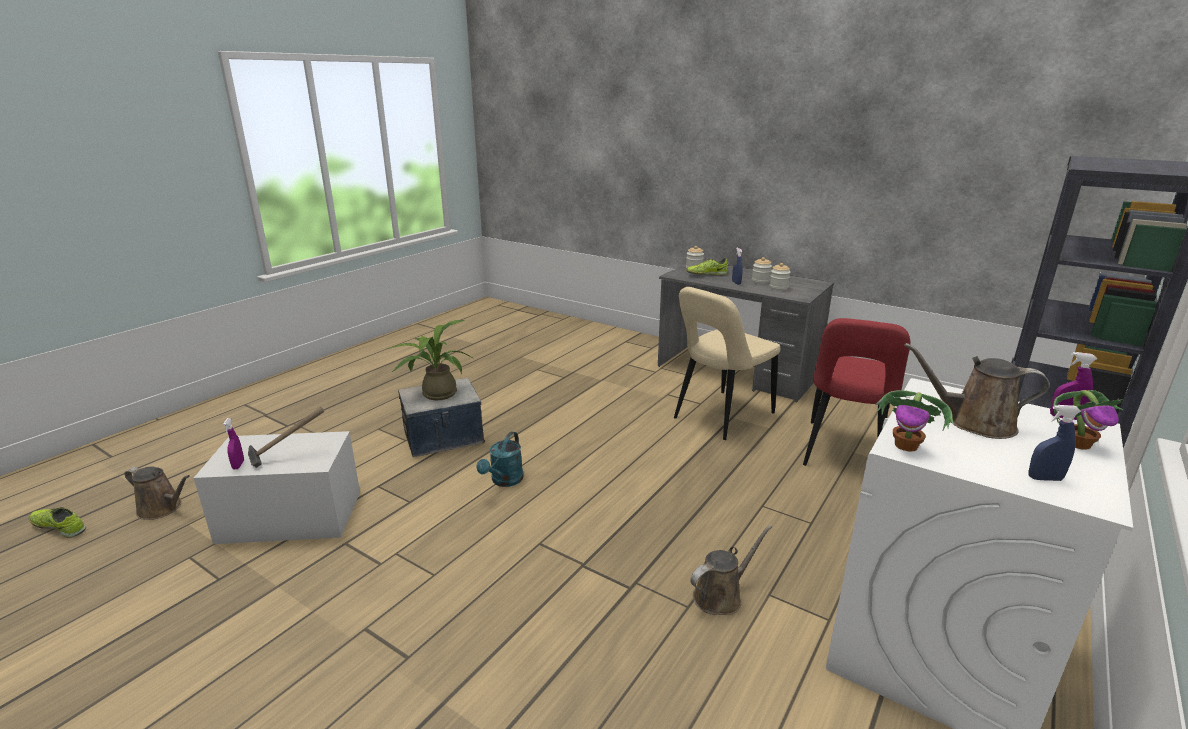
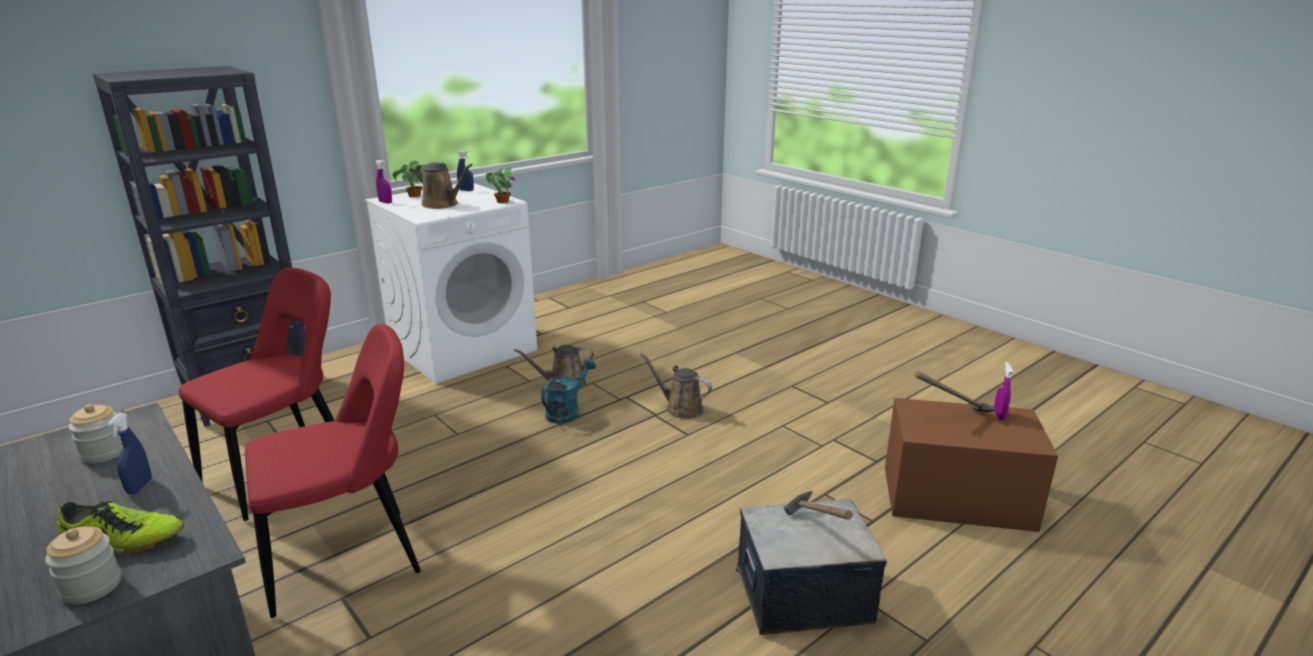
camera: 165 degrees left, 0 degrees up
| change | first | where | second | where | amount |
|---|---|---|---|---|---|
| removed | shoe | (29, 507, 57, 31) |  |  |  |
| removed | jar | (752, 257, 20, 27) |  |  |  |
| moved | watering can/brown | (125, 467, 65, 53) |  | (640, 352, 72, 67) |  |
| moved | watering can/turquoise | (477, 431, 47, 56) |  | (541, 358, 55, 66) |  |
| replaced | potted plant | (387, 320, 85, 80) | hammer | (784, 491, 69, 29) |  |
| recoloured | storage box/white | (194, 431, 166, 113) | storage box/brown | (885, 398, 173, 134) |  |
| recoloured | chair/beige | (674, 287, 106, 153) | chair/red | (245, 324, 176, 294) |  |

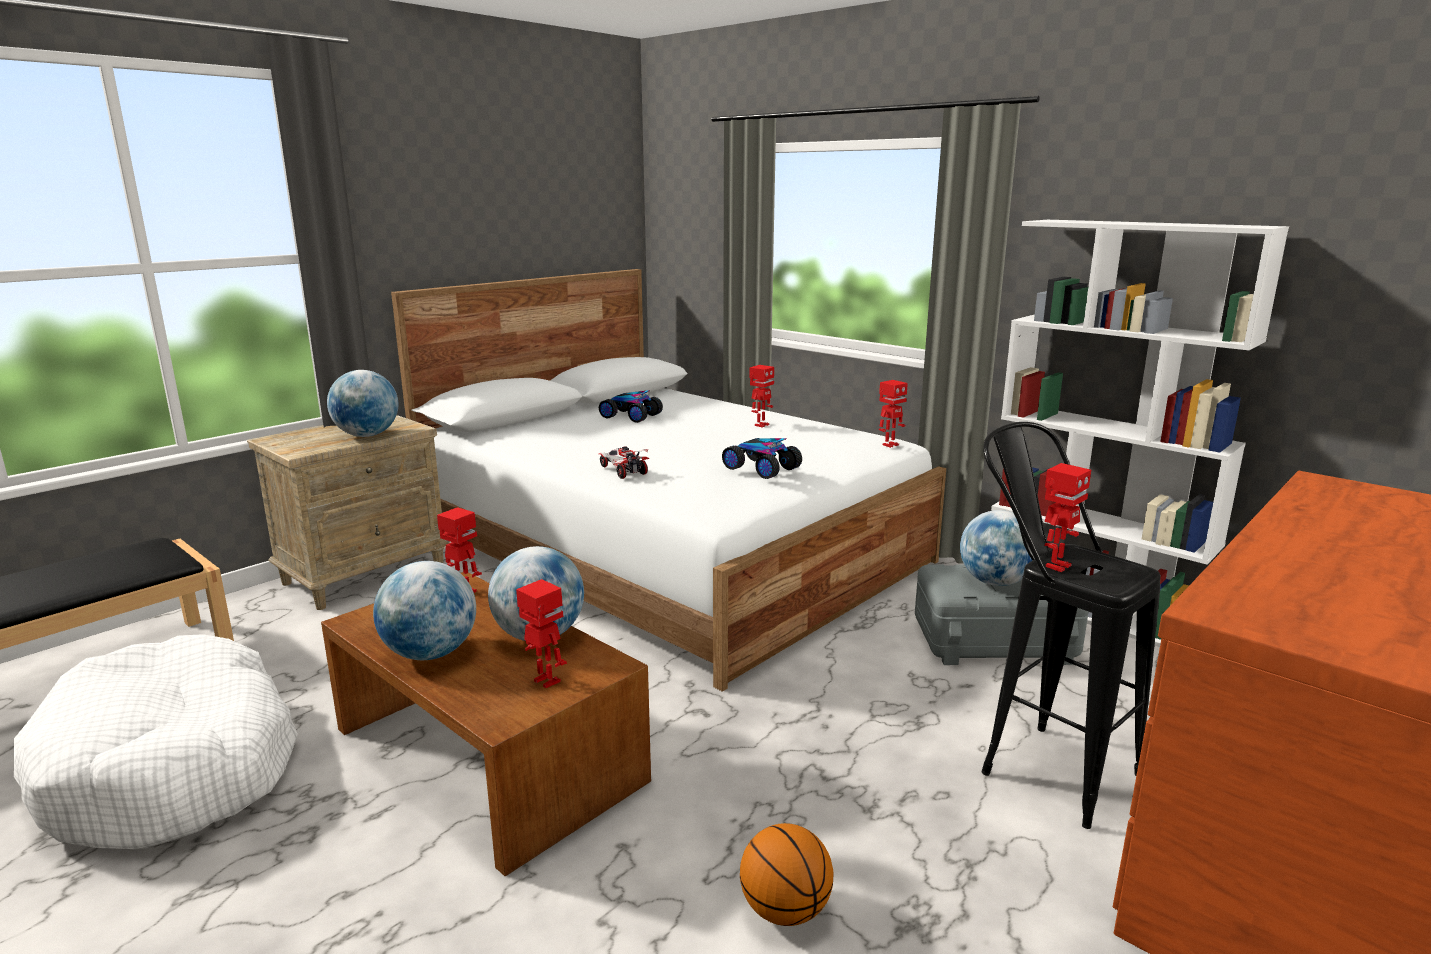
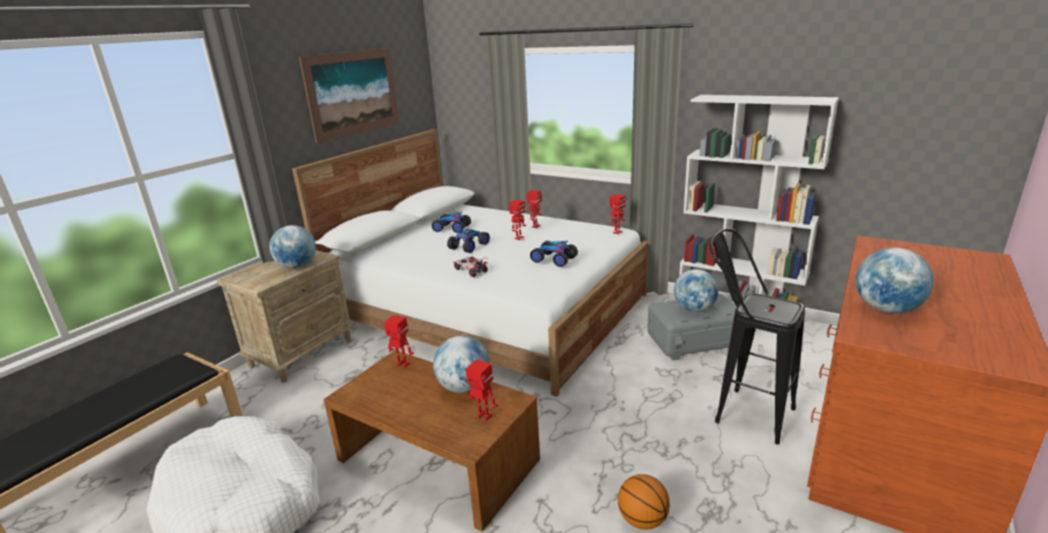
camera: 10 degrees left, 5 degrees up
| change | first | where | second | where | amount |
|---|---|---|---|---|---|
| added |  |  | picture | (299, 48, 101, 95) |  |
| added |  |  | toy car | (447, 229, 43, 24) |  |
| moved | globe | (373, 561, 103, 99) |  | (855, 248, 79, 66) |  |
| moved | toy robot | (1045, 463, 46, 109) |  | (509, 200, 17, 40) |  |

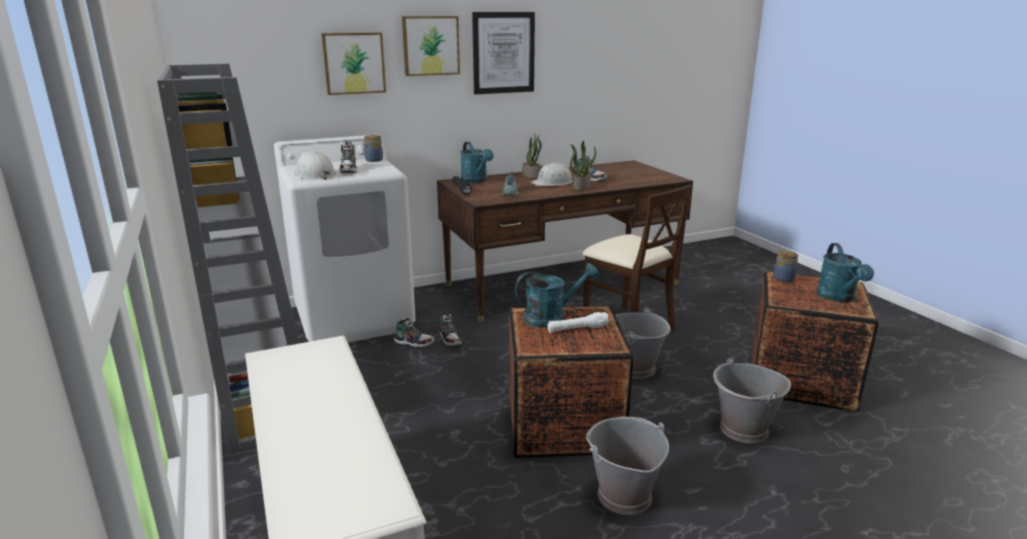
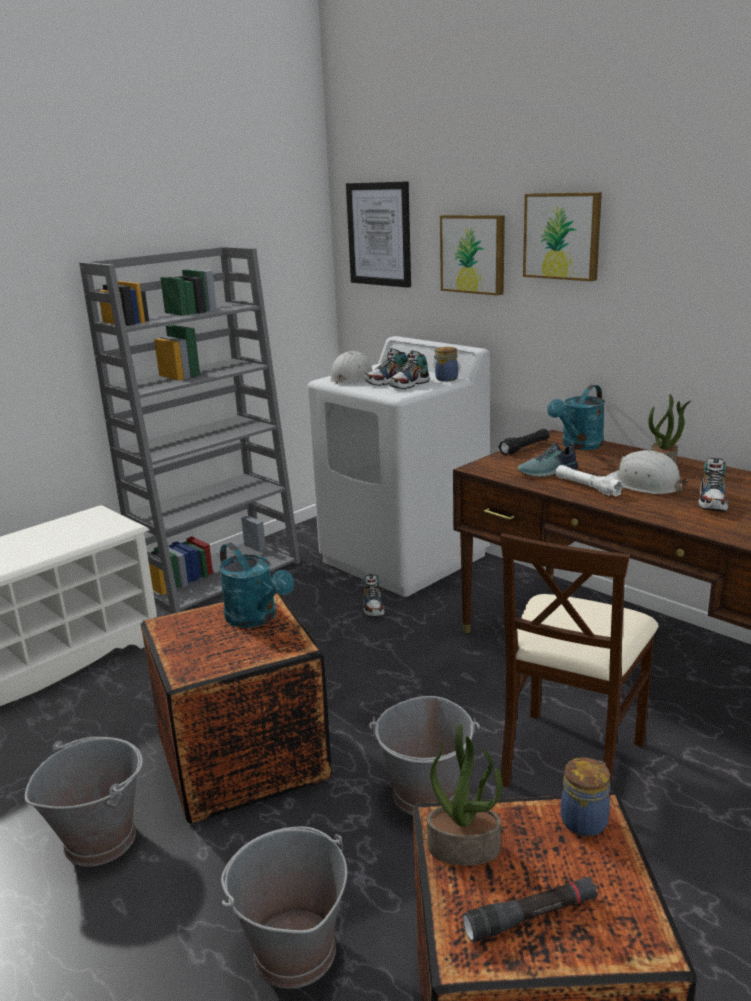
camera: 70 degrees right, 0 degrees up
| change | first | where | second | where | amount |
|---|---|---|---|---|---|
| moved | shoe | (439, 313, 23, 33) |  | (389, 350, 40, 39) |  |
| moved | picture | (472, 12, 63, 82) |  | (346, 181, 65, 107) |  |
| moved | flashlight/white | (548, 312, 62, 21) |  | (555, 465, 69, 31) |  |
| moved | potted plant | (570, 141, 26, 49) |  | (427, 723, 76, 143) |  |
| replaced | watering can/turquoise | (817, 243, 57, 60) | flashlight/black | (463, 877, 135, 65) |  |

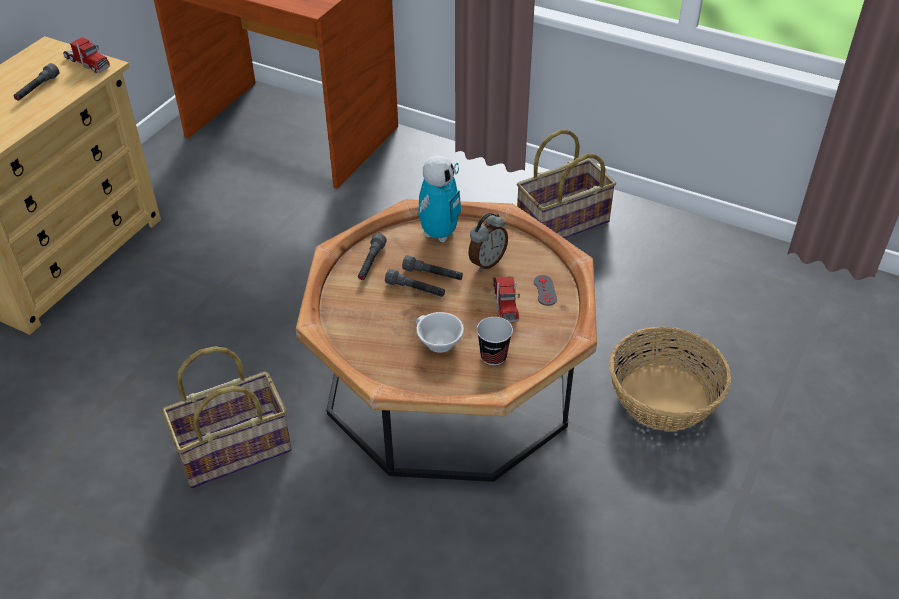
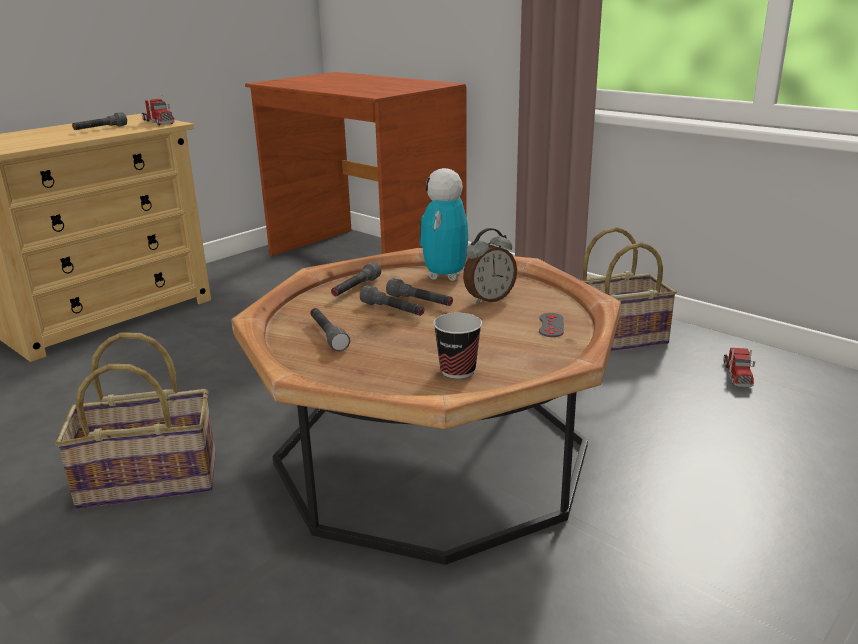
camera: 15 degrees right, 20 degrees down
| change | first | where | second | where | amount |
|---|---|---|---|---|---|
| removed | cup/white | (416, 312, 48, 41) |  |  |  |
| removed | basket | (609, 326, 122, 105) |  |  |  |
| added |  |  | flashlight/grey | (310, 308, 40, 43) |  |
| moved | toy truck | (493, 276, 27, 46) |  | (723, 348, 32, 39) |  |
| turned | toy robot | (417, 155, 44, 87) |  | (420, 168, 48, 113) | 150 degrees clockwise |

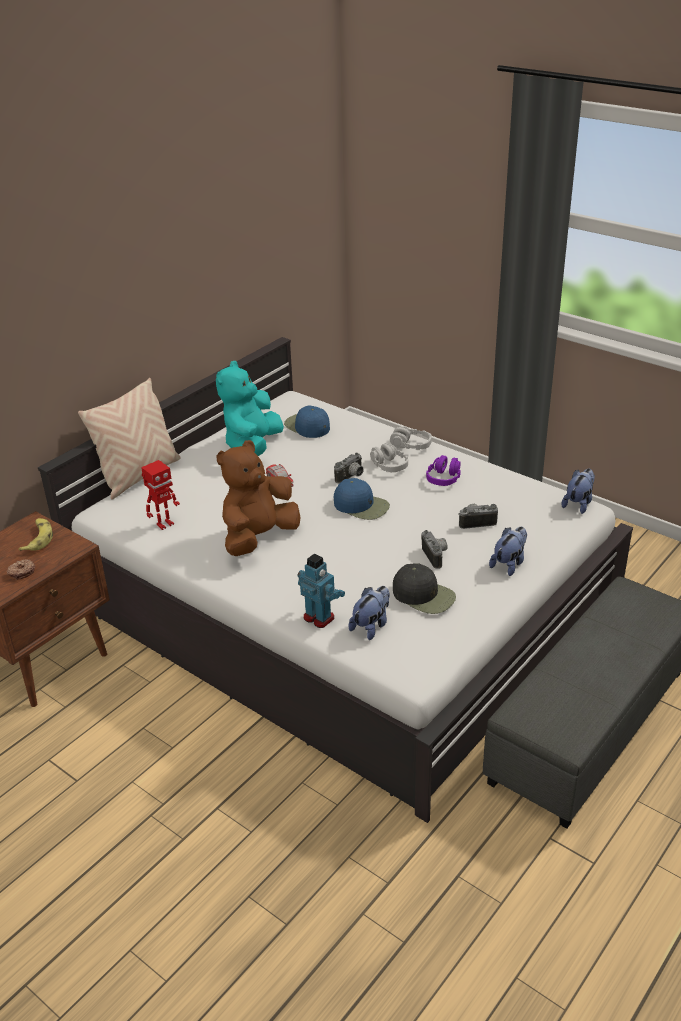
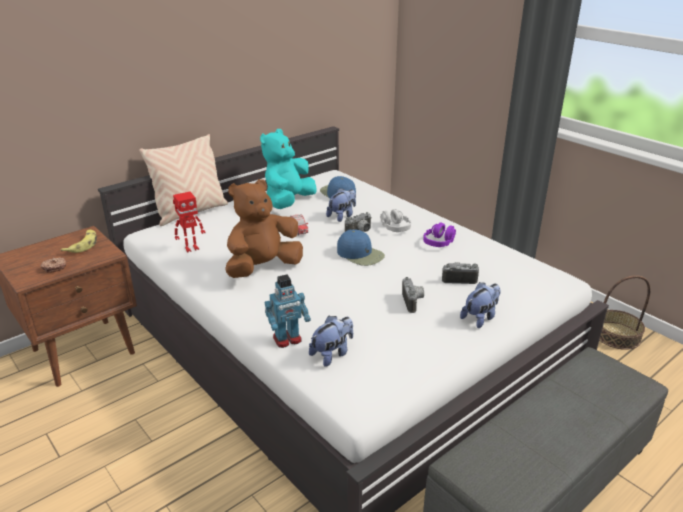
camera: 10 degrees right, 5 degrees down
| change | first | where | second | where | amount |
|---|---|---|---|---|---|
| removed | headphones/grey | (390, 426, 42, 24) |  |  |  |
| removed | cap/black | (393, 563, 63, 51) |  |  |  |
| added |  |  | basket | (599, 275, 52, 75) |  |
| moved | plush toy | (561, 469, 34, 45) |  | (326, 188, 30, 34) |  |
| turned | toy robot | (298, 553, 47, 75) |  | (265, 275, 46, 73) | 105 degrees clockwise |

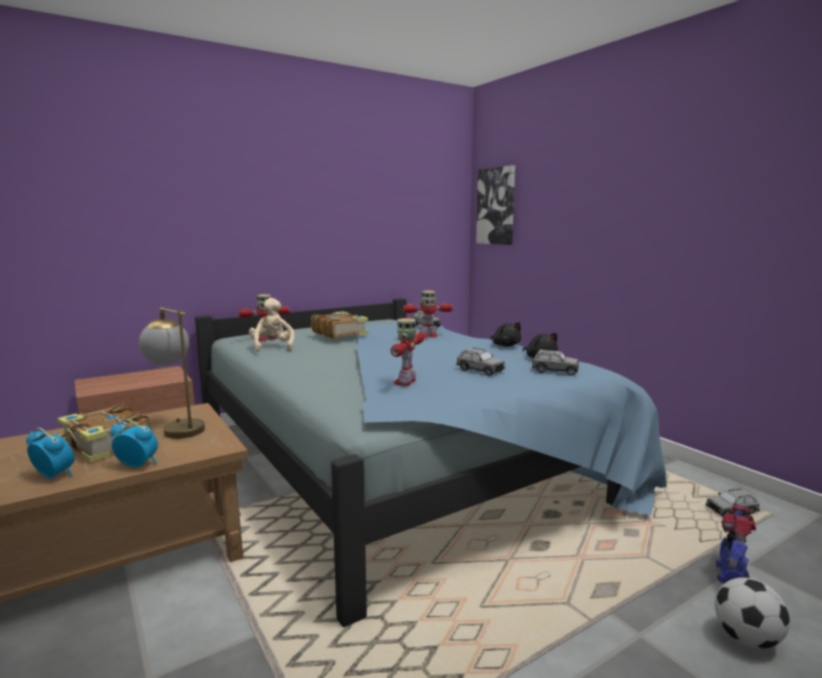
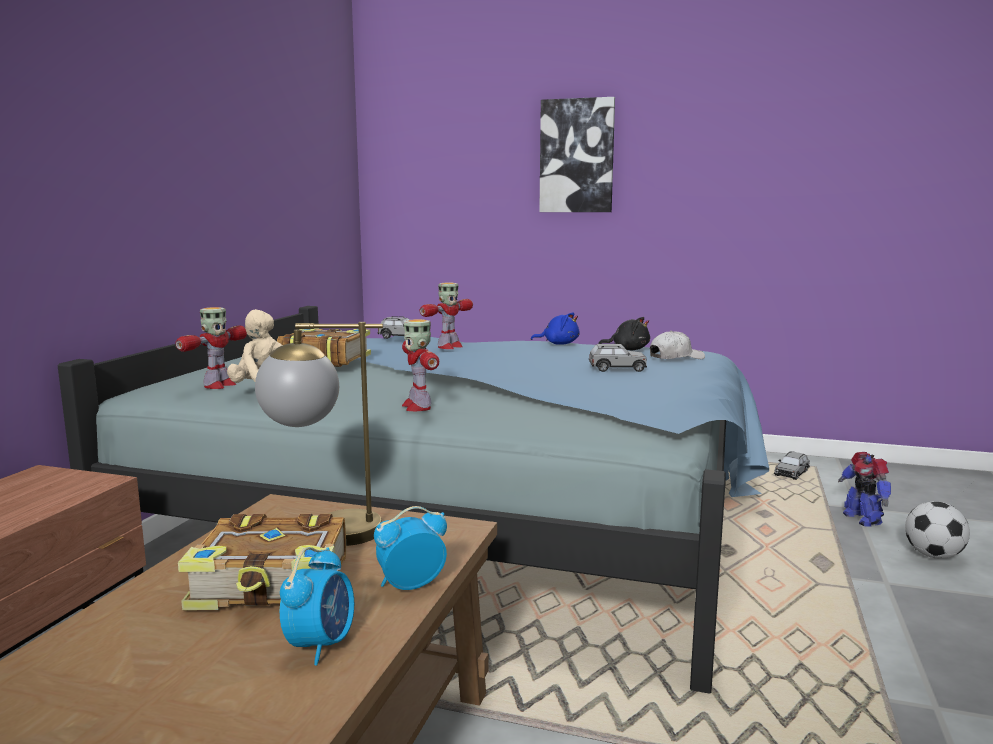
camera: 40 degrees left, 0 degrees up
| change | first | where | second | where | amount |
|---|---|---|---|---|---|
| moved | toy robot | (391, 318, 33, 68) |  | (402, 319, 37, 92) |  |
| moved | picture | (476, 165, 39, 80) |  | (539, 97, 76, 115) |  |
| replaced | toy car/grey | (532, 349, 47, 26) | cap/white | (650, 331, 55, 28) |  |
| recoloured | plush toy/black | (490, 322, 31, 25) | plush toy/blue | (531, 312, 49, 33) |  |
| turned | alarm clock | (26, 428, 48, 51) |  | (280, 547, 74, 118) | 120 degrees clockwise |

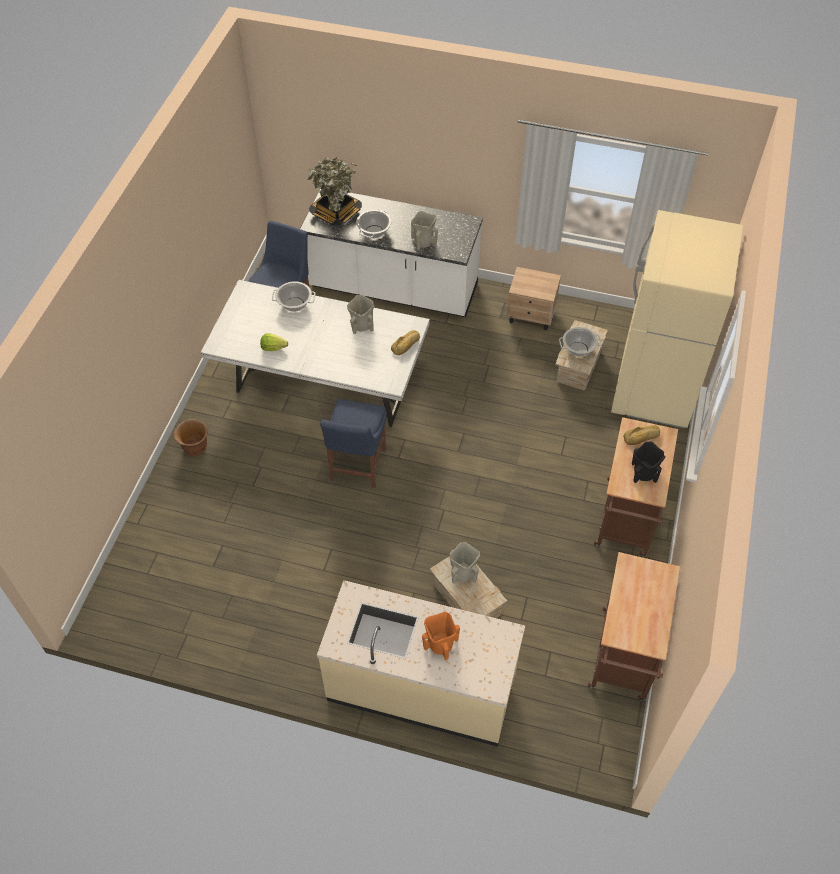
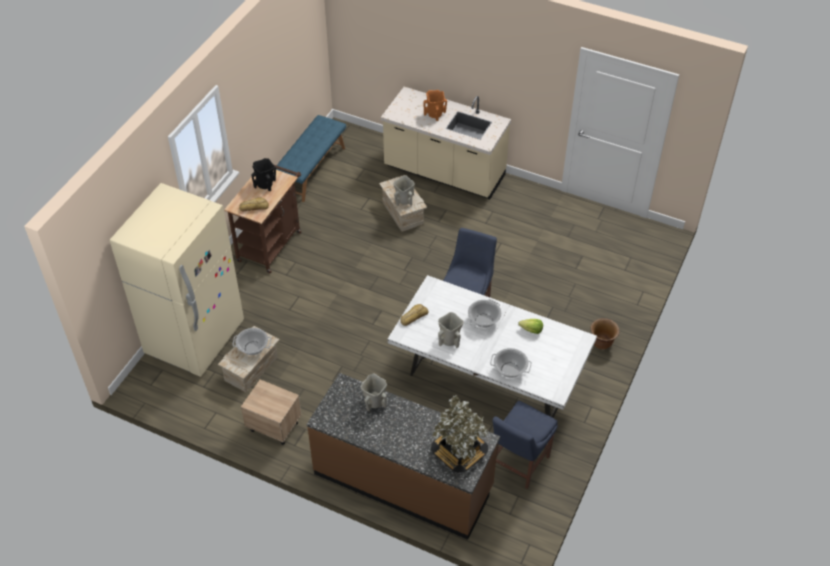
camera: 170 degrees left, 5 degrees down
| change | first | where | second | where | amount |
|---|---|---|---|---|---|
| moved | cooking pot | (356, 209, 36, 29) |  | (468, 299, 33, 30) |  |
| replaced | cart/brown | (588, 552, 92, 150) | bench/blue | (276, 115, 70, 87) |  |
| recoloured | counter/white | (300, 188, 183, 129) | counter/brown | (306, 373, 194, 167) |  |

